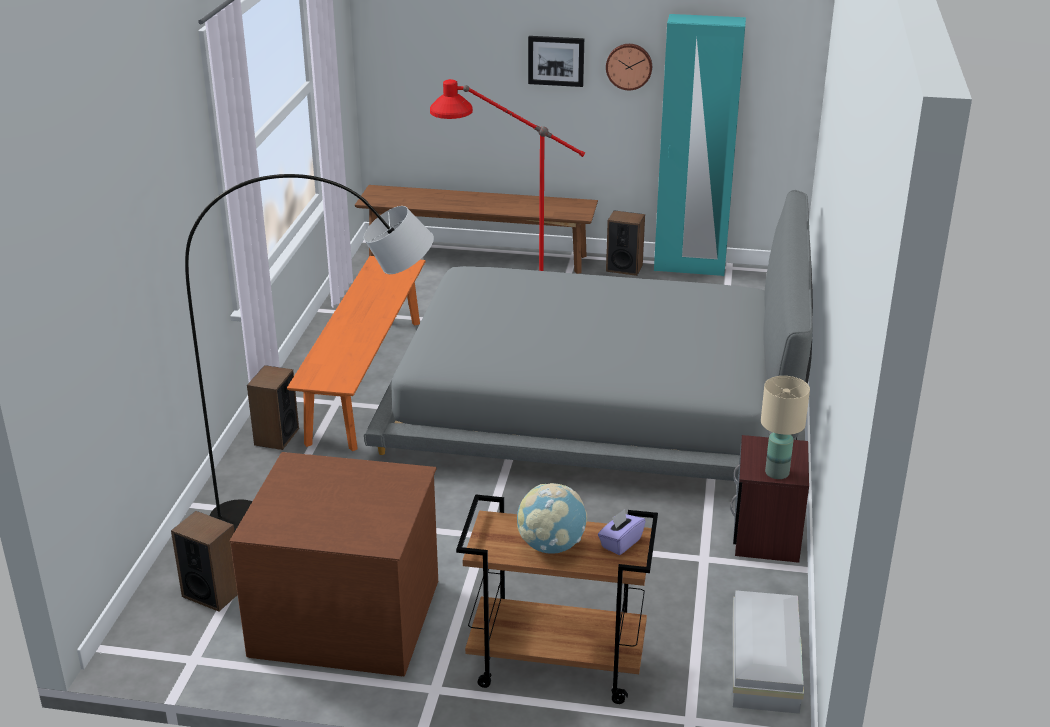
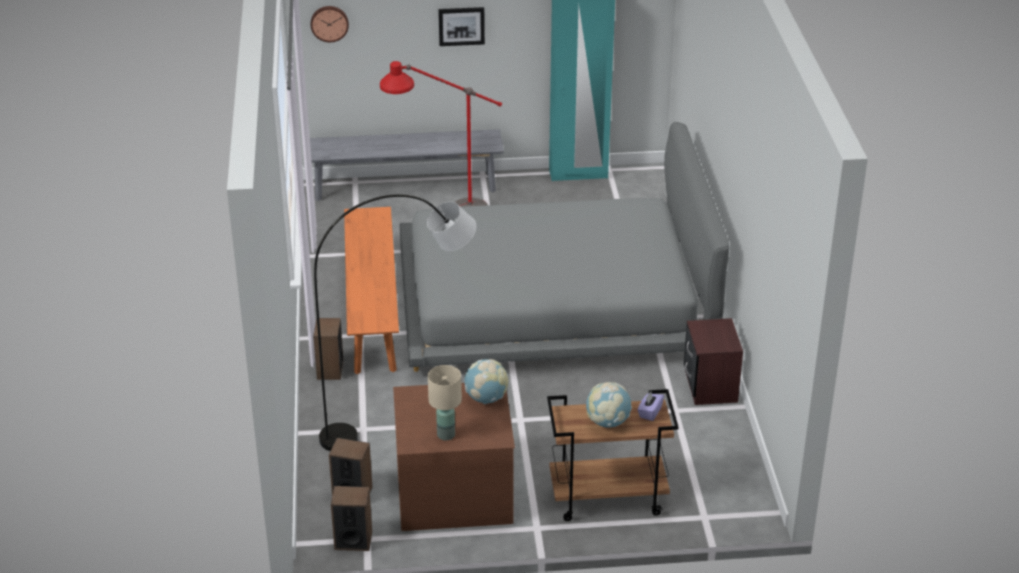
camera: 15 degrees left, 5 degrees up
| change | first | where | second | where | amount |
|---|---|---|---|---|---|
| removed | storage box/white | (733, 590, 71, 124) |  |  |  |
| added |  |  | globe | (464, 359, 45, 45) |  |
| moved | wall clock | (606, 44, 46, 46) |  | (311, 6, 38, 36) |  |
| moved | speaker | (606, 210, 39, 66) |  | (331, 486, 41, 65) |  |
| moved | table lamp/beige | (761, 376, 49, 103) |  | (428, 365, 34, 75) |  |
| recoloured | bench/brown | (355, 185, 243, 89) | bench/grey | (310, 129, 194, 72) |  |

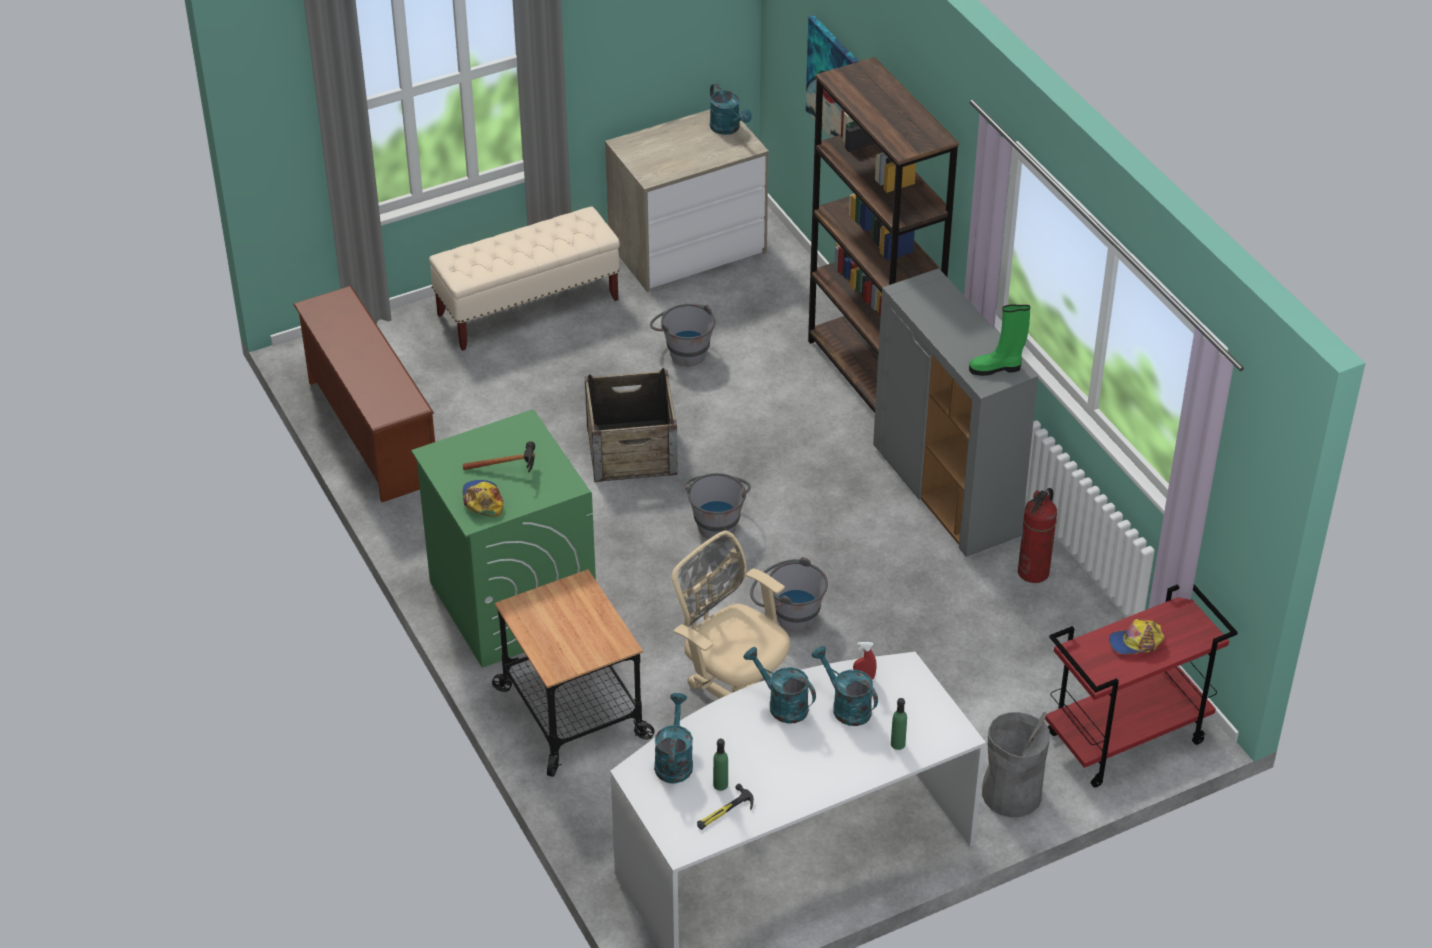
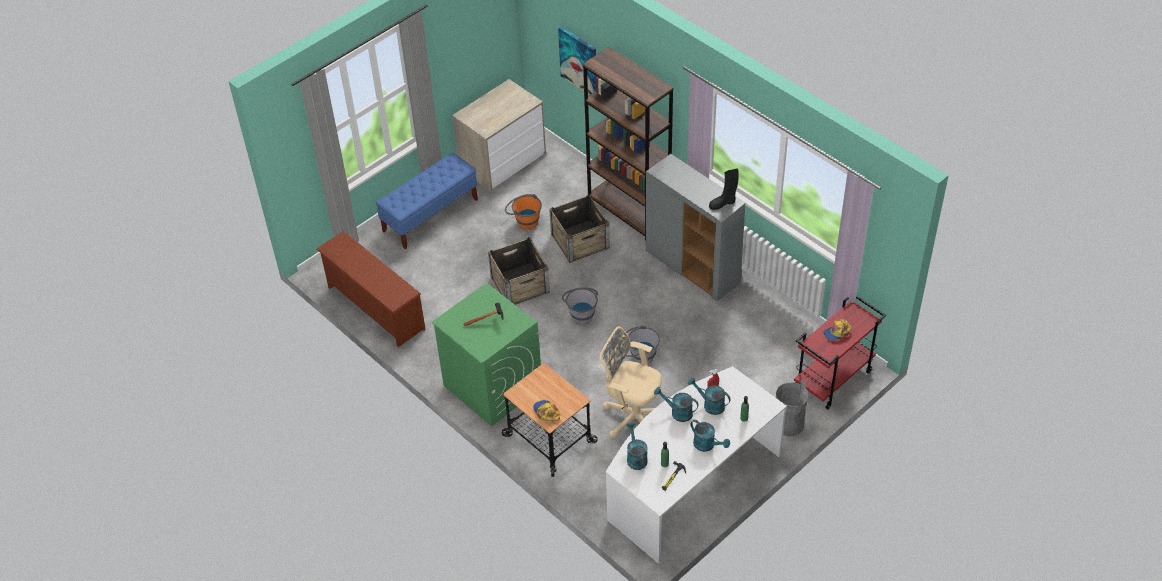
camera: 15 degrees left, 5 degrees up
| change | first | where | second | where | amount |
|---|---|---|---|---|---|
| removed | fire extinguisher | (1018, 488, 39, 95) |  |  |  |
| added |  |  | crate | (549, 194, 61, 69) |  |
| moved | cap | (462, 480, 41, 37) |  | (533, 400, 27, 21) |  |
| moved | watering can/turquoise | (710, 83, 42, 52) |  | (690, 420, 40, 32) |  |
| recoloured | bench/beige | (429, 206, 191, 145) | bench/blue | (376, 153, 102, 96) |  |
| recoloured | bucket/grey | (650, 304, 65, 62) | bucket/orange | (505, 194, 37, 36) |  |
| recoloured | boot/green | (969, 304, 61, 72) | boot/black | (709, 169, 30, 41) |  |

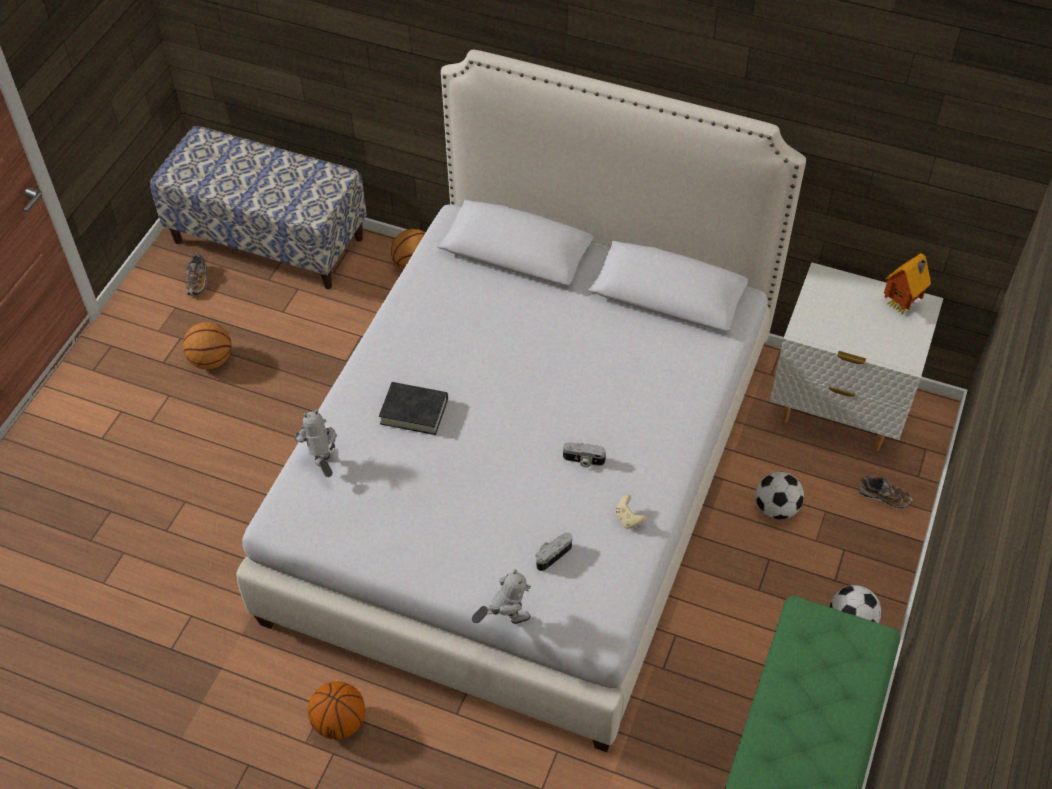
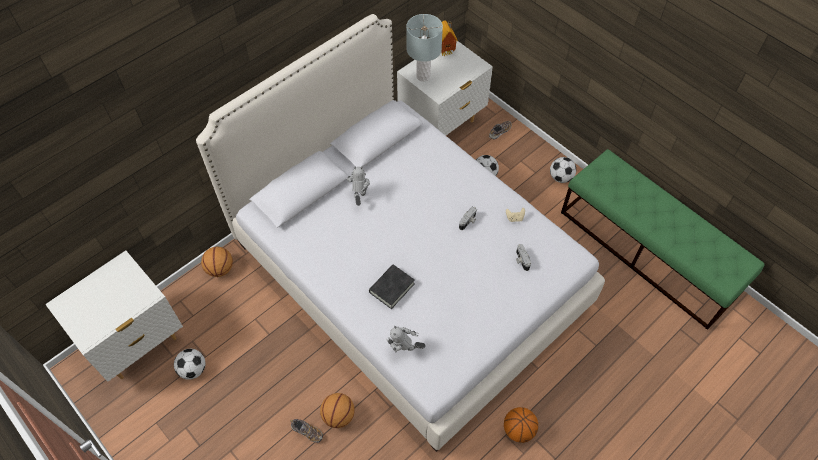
camera: 65 degrees left, 5 degrees up
| change | first | where | second | where | amount |
|---|---|---|---|---|---|
| added |  |  | football | (174, 349, 32, 31) |  |
| added |  |  | table lamp/grey | (406, 14, 37, 67) |  |
| moved | basketball | (183, 322, 49, 47) |  | (320, 393, 35, 35) |  |
| moved | shoe | (186, 253, 21, 43) |  | (290, 419, 33, 24) |  |
| moved | toy robot | (472, 569, 59, 55) |  | (347, 166, 23, 40) |  |
| replaced | bench | (150, 126, 217, 163) | nightstand/white | (45, 251, 138, 131) |  |

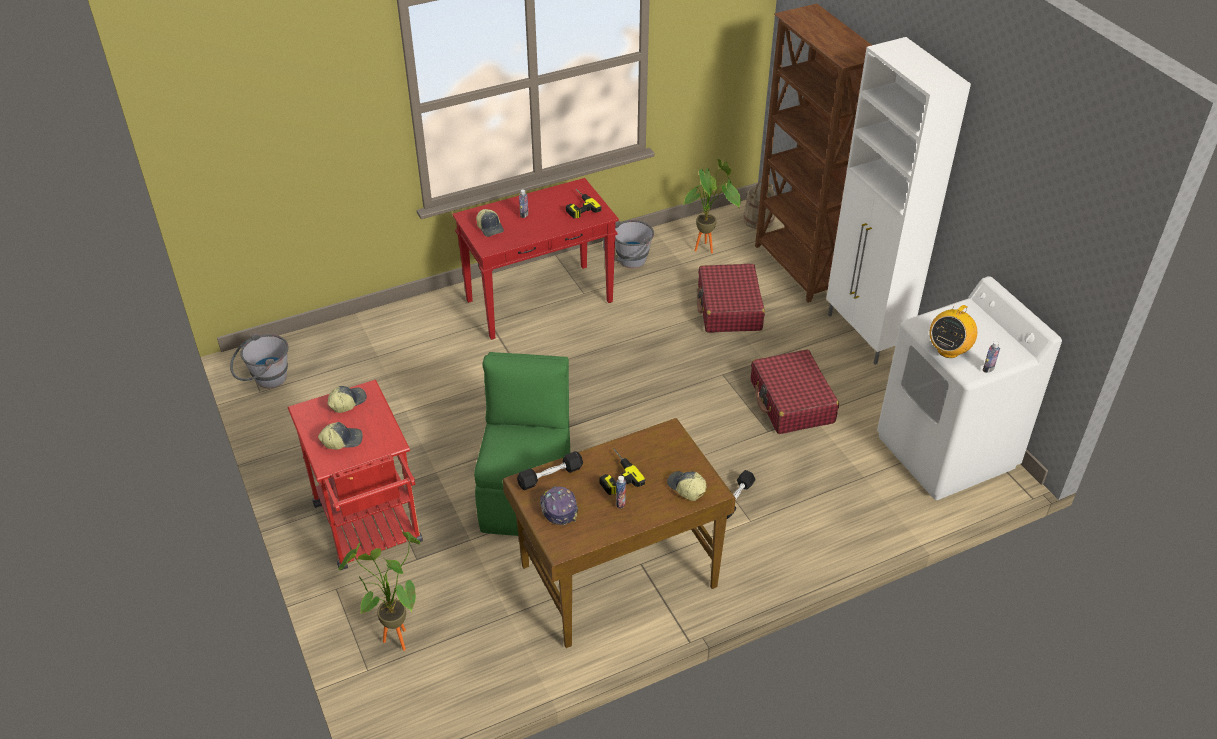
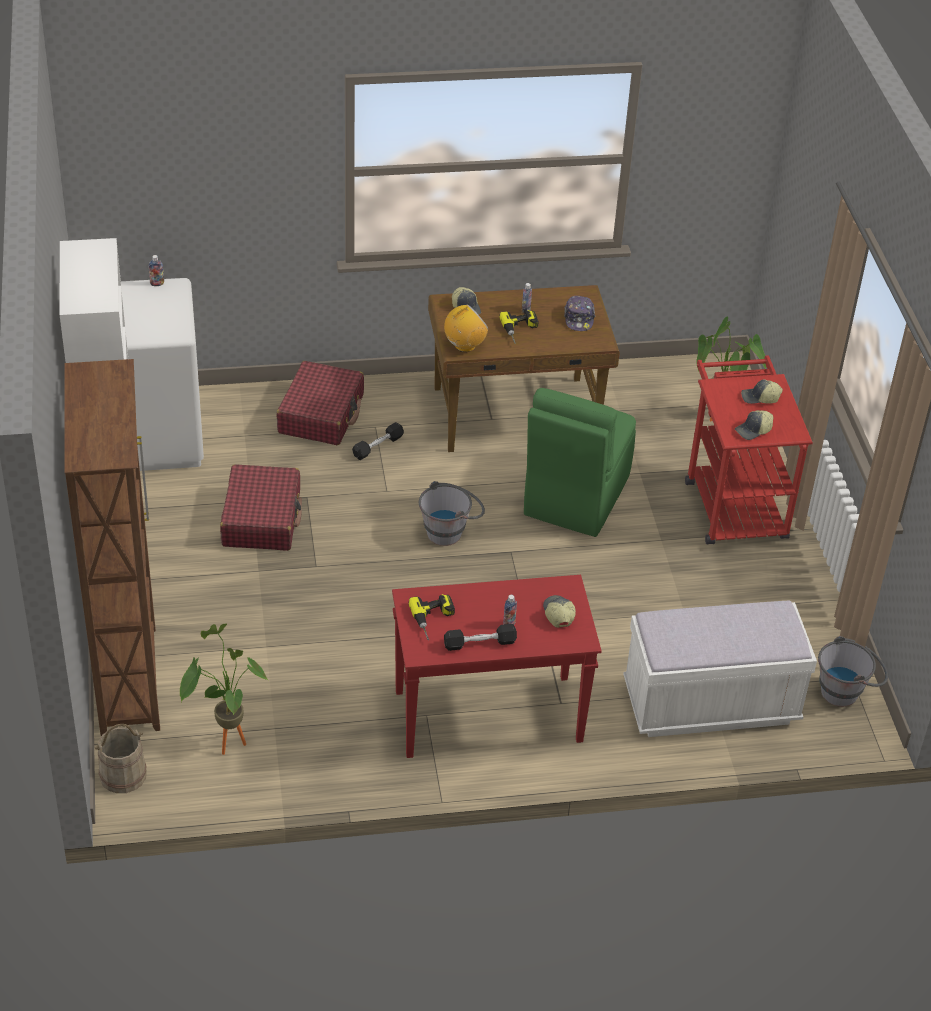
camera: 165 degrees left, 0 degrees up
| change | first | where | second | where | amount |
|---|---|---|---|---|---|
| added |  |  | bench/white | (623, 601, 194, 136) |  |
| moved | dumbbell/black | (517, 451, 66, 39) |  | (444, 624, 73, 27) |  |
| moved | bucket/grey | (603, 220, 51, 48) |  | (419, 481, 66, 65) |  |
| moved | suitcase/red | (697, 264, 68, 69) |  | (277, 361, 87, 84) |  |
| moved | radio | (929, 302, 48, 56) |  | (444, 305, 44, 47) |  |

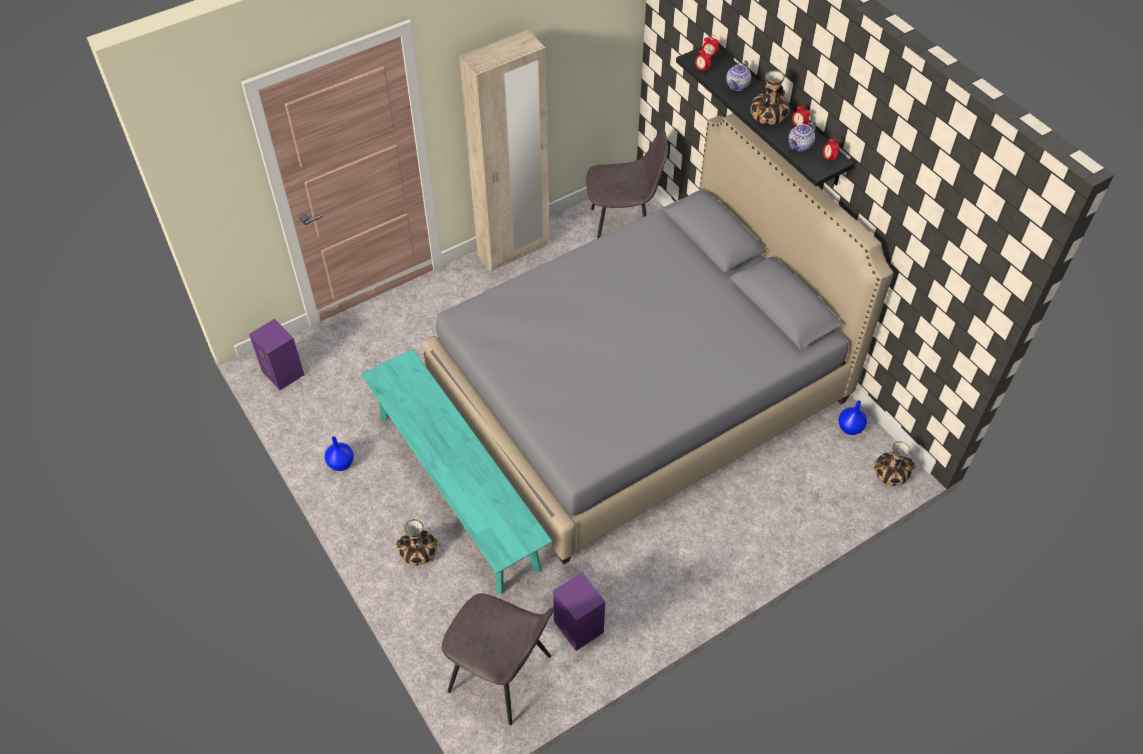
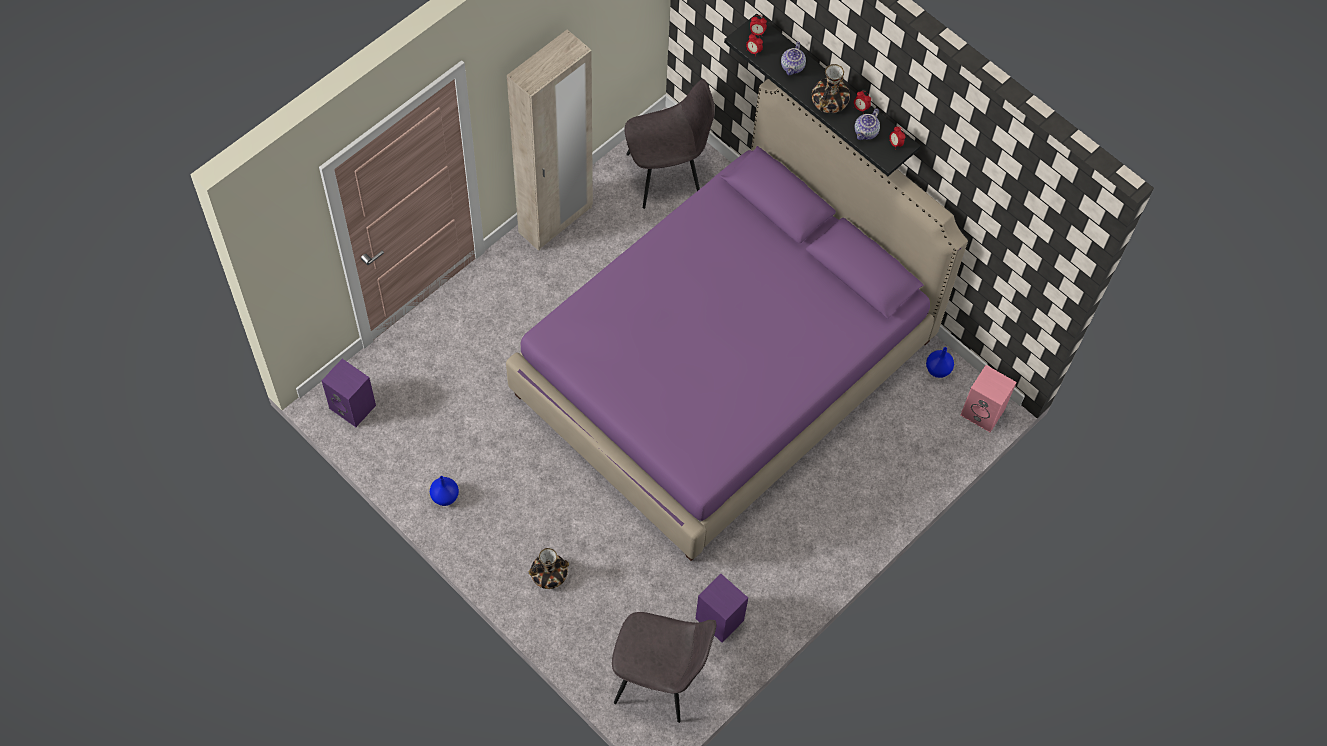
camera: 15 degrees left, 10 degrees up
| change | first | where | second | where | amount |
|---|---|---|---|---|---|
| removed | bench/turquoise | (361, 349, 191, 245) |  |  |  |
| replaced | vase | (874, 441, 41, 45) | speaker/pink | (960, 365, 57, 67) |  |
| recoloured | bed/grey | (422, 113, 471, 452) | bed/purple | (506, 79, 462, 482) |  |

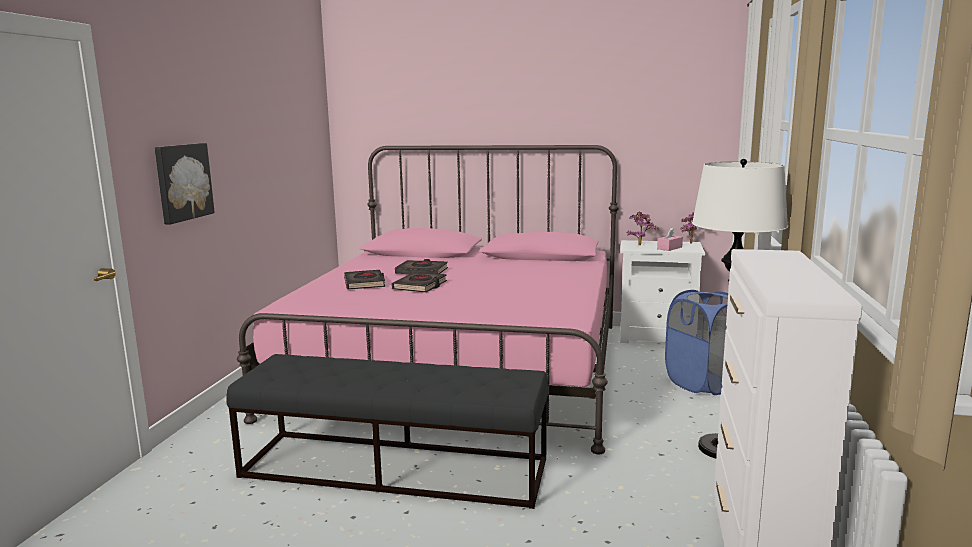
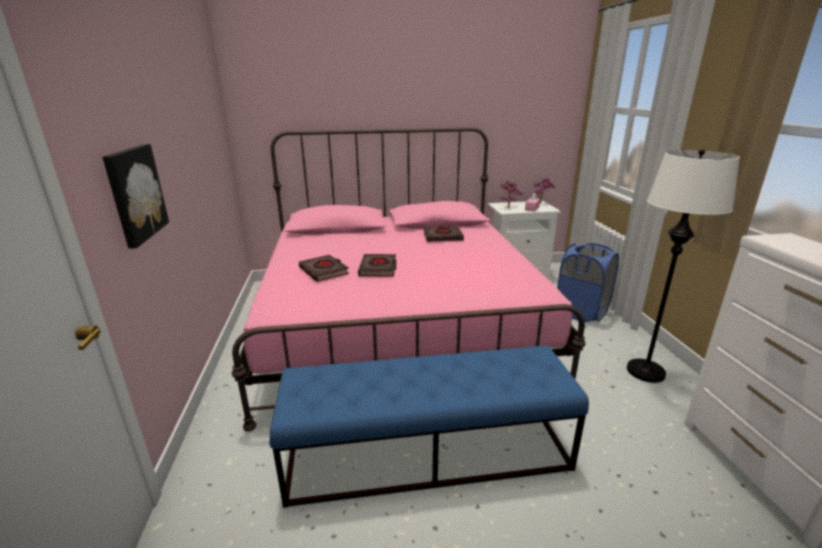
camera: 20 degrees left, 10 degrees up
| change | first | where | second | where | amount |
|---|---|---|---|---|---|
| moved | book/black | (395, 259, 53, 15) |  | (423, 226, 41, 16) |  |
| recoloured | bench/black | (227, 354, 322, 155) | bench/blue | (269, 346, 320, 162) |  |

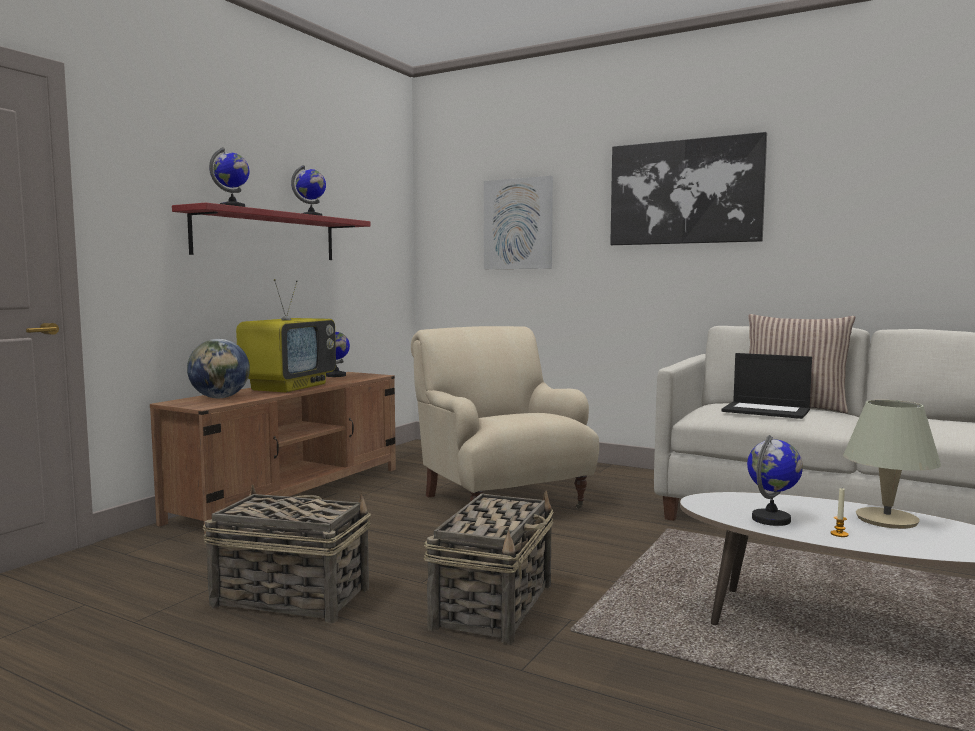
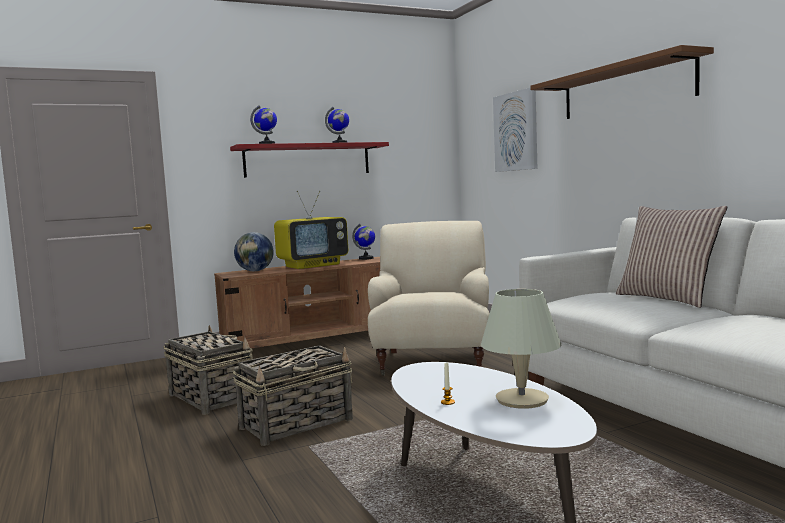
camera: 35 degrees right, 0 degrees up
| change | first | where | second | where | amount |
|---|---|---|---|---|---|
| removed | laptop | (721, 353, 91, 66) |  |  |  |
| removed | globe | (747, 435, 56, 91) |  |  |  |
| replaced | picture | (610, 132, 157, 113) | shelf/brown | (530, 45, 184, 74) |  |

